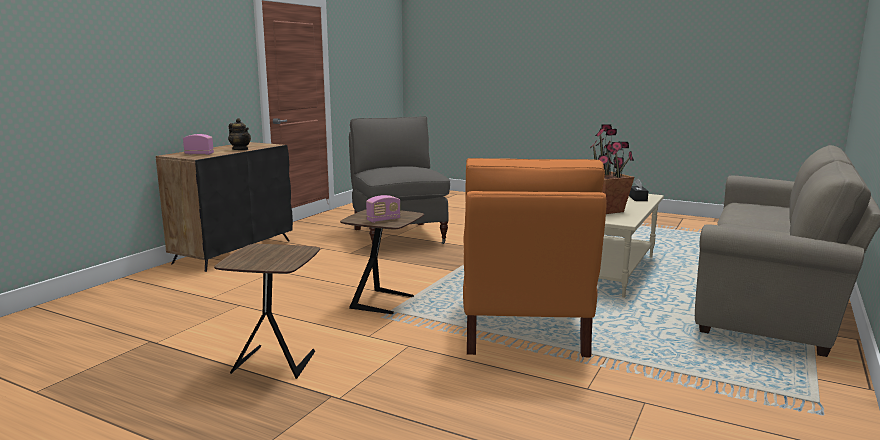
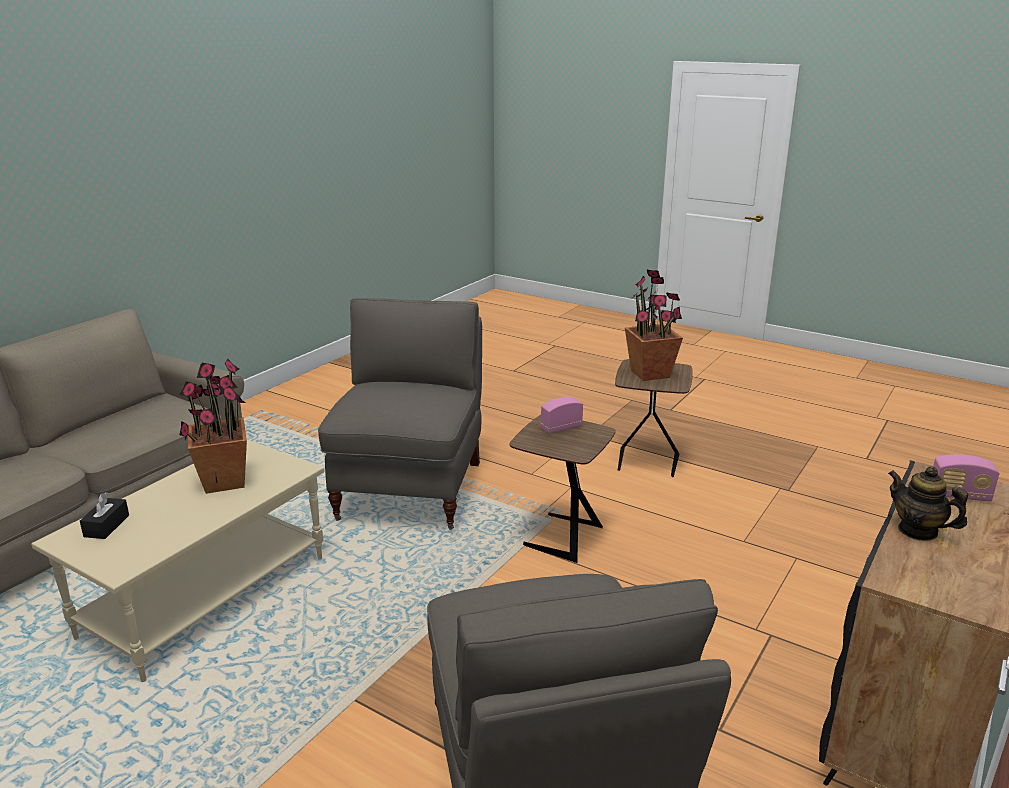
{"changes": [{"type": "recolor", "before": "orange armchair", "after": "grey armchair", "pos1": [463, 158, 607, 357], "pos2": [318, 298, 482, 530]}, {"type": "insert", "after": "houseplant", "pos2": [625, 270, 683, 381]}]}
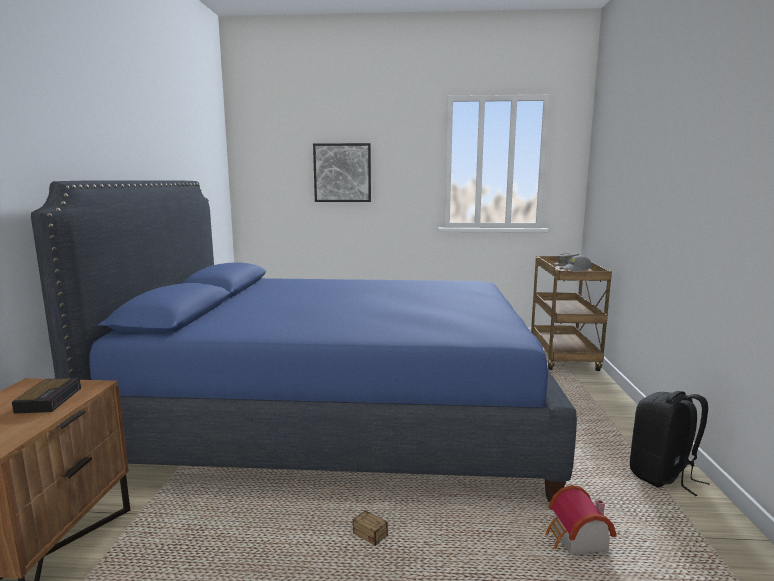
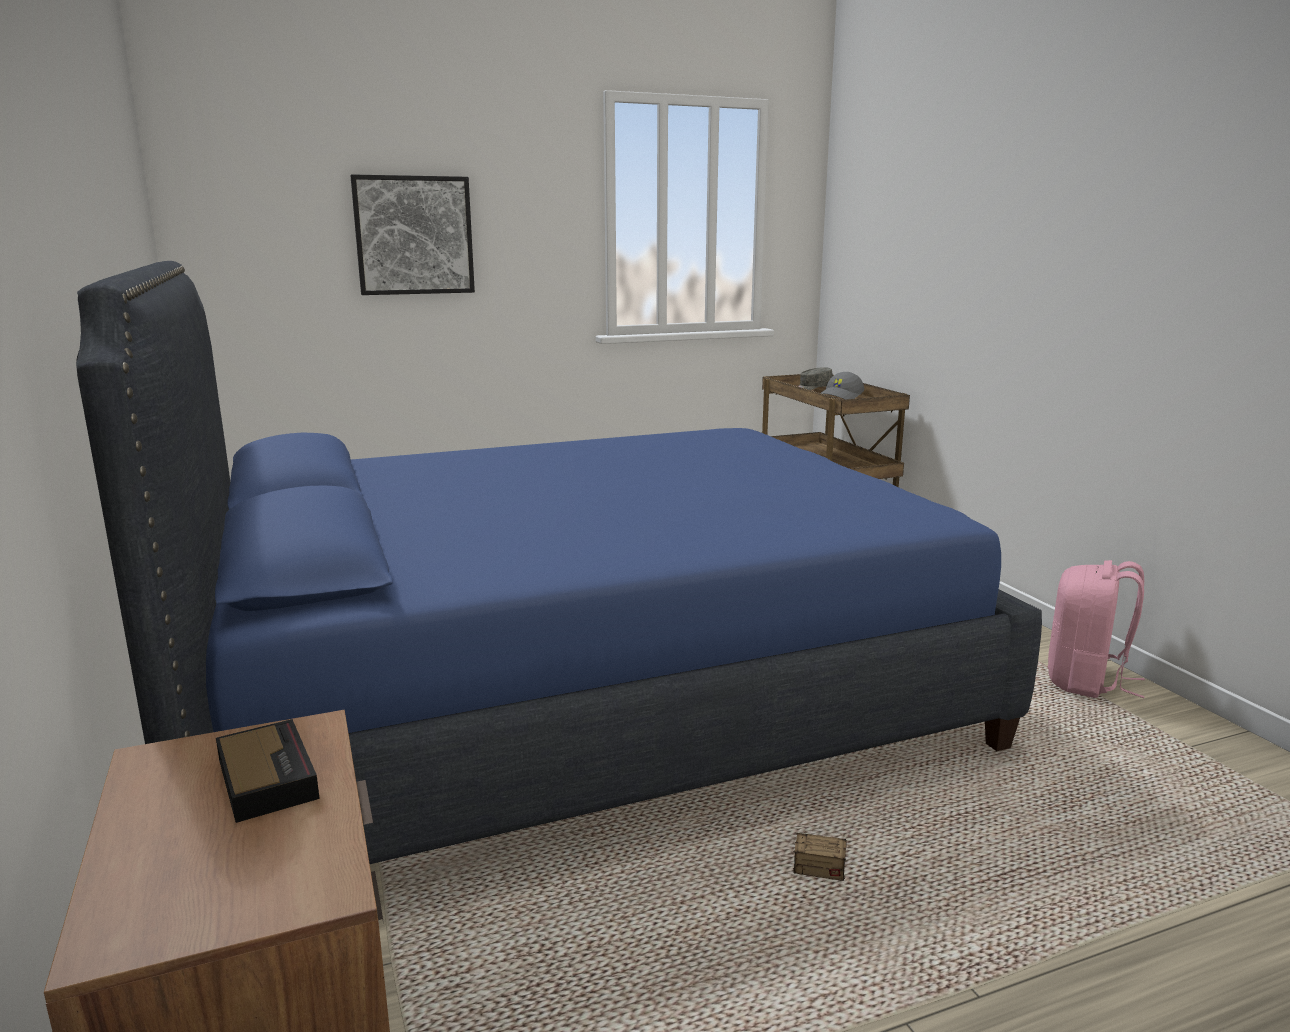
{"changes": [{"type": "recolor", "before": "blackish rucksack", "after": "pinkish rucksack", "pos1": [630, 391, 710, 496], "pos2": [1048, 560, 1145, 698]}, {"type": "delete", "before": "miniature house", "pos1": [545, 485, 616, 554]}]}
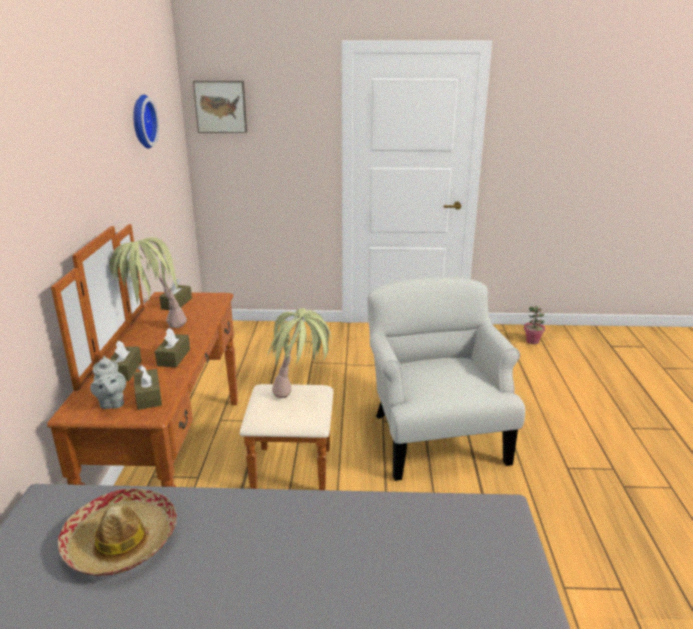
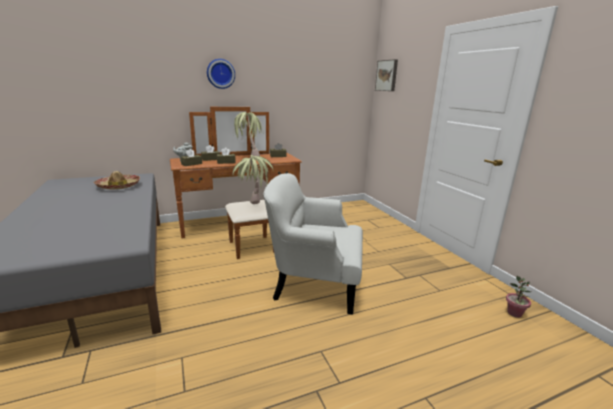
{"changes": [{"type": "move", "before": "clock on the wall", "pos1": [133, 95, 159, 149], "pos2": [207, 59, 235, 89]}, {"type": "rotate", "before": "white armchair", "pos1": [367, 277, 525, 481], "pos2": [263, 173, 363, 314], "turn": -135}]}
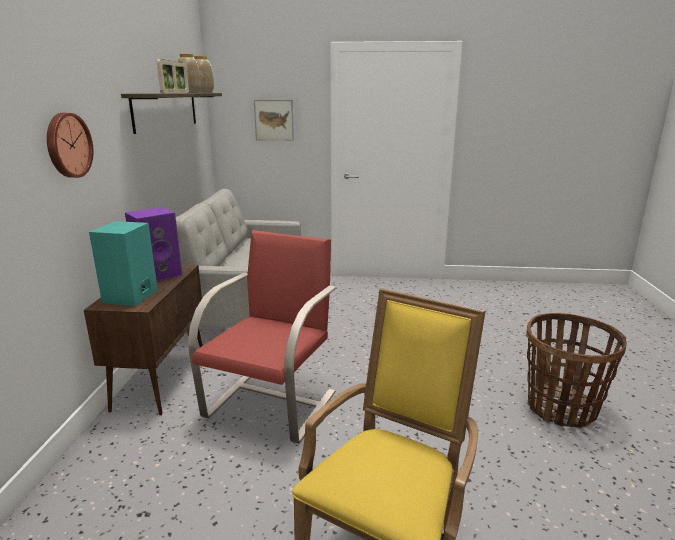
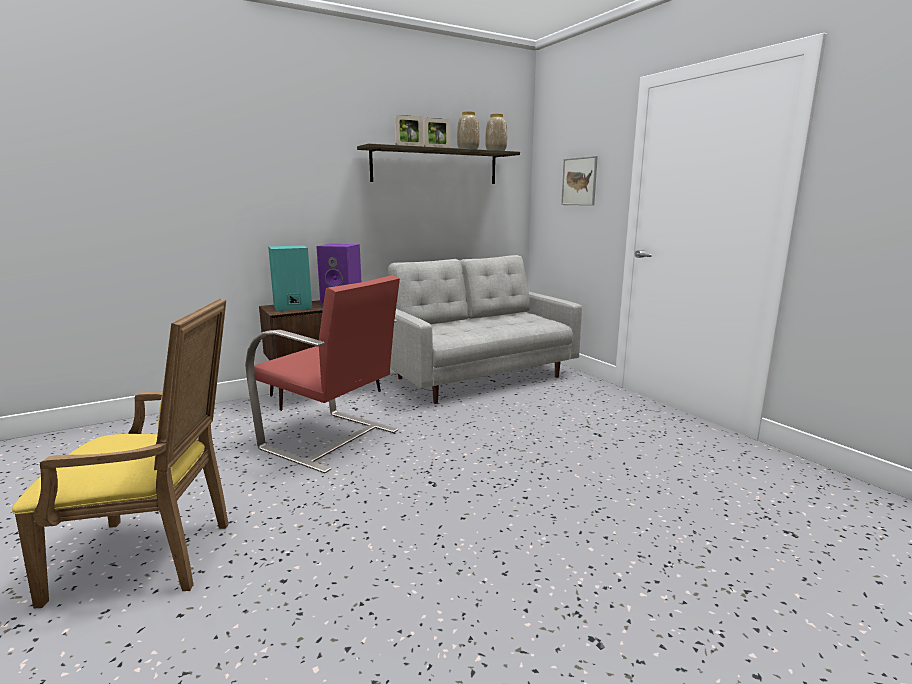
{"changes": [{"type": "rotate", "before": "reddish armchair", "pos1": [188, 230, 337, 444], "pos2": [245, 275, 400, 473], "turn": 45}, {"type": "delete", "before": "clock on the wall", "pos1": [47, 113, 93, 178]}, {"type": "delete", "before": "basket", "pos1": [526, 313, 627, 428]}]}
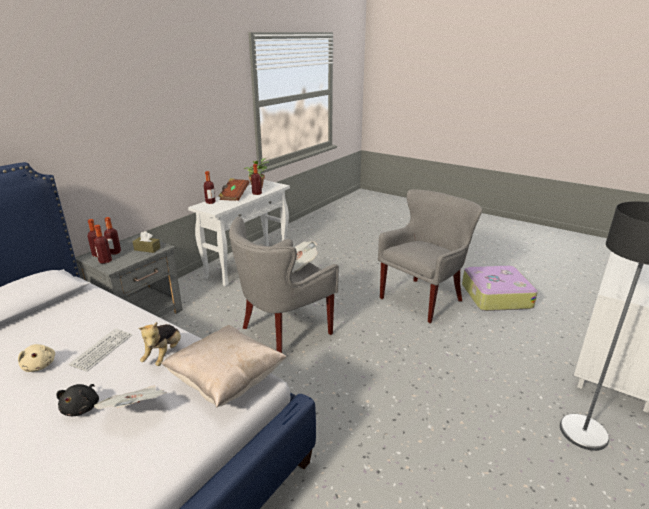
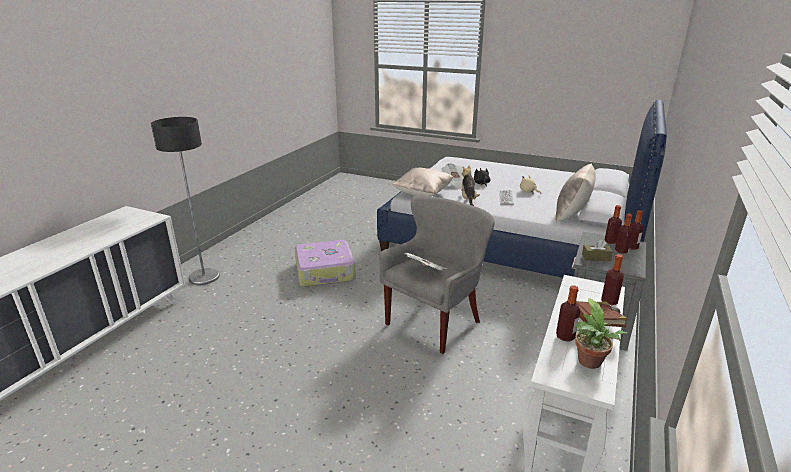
{"changes": [{"type": "move", "before": "travel case", "pos1": [462, 266, 538, 311], "pos2": [295, 240, 356, 287]}, {"type": "insert", "after": "beige-coloured throw pillow", "pos2": [556, 163, 596, 222]}, {"type": "delete", "before": "grey armchair", "pos1": [378, 189, 482, 323]}]}
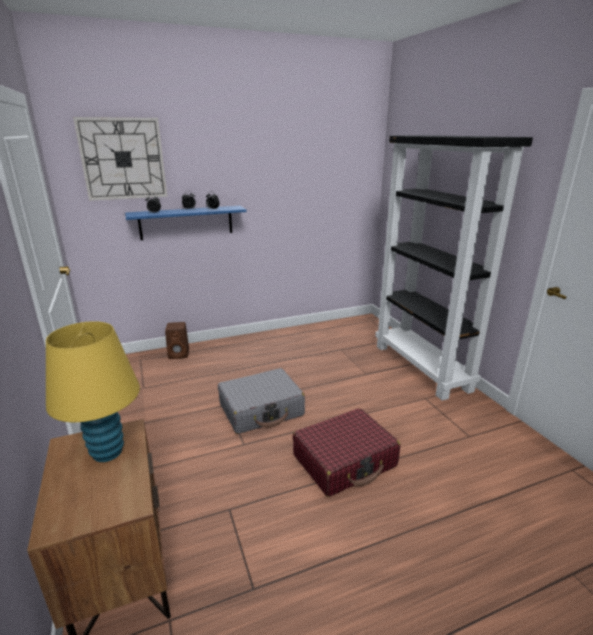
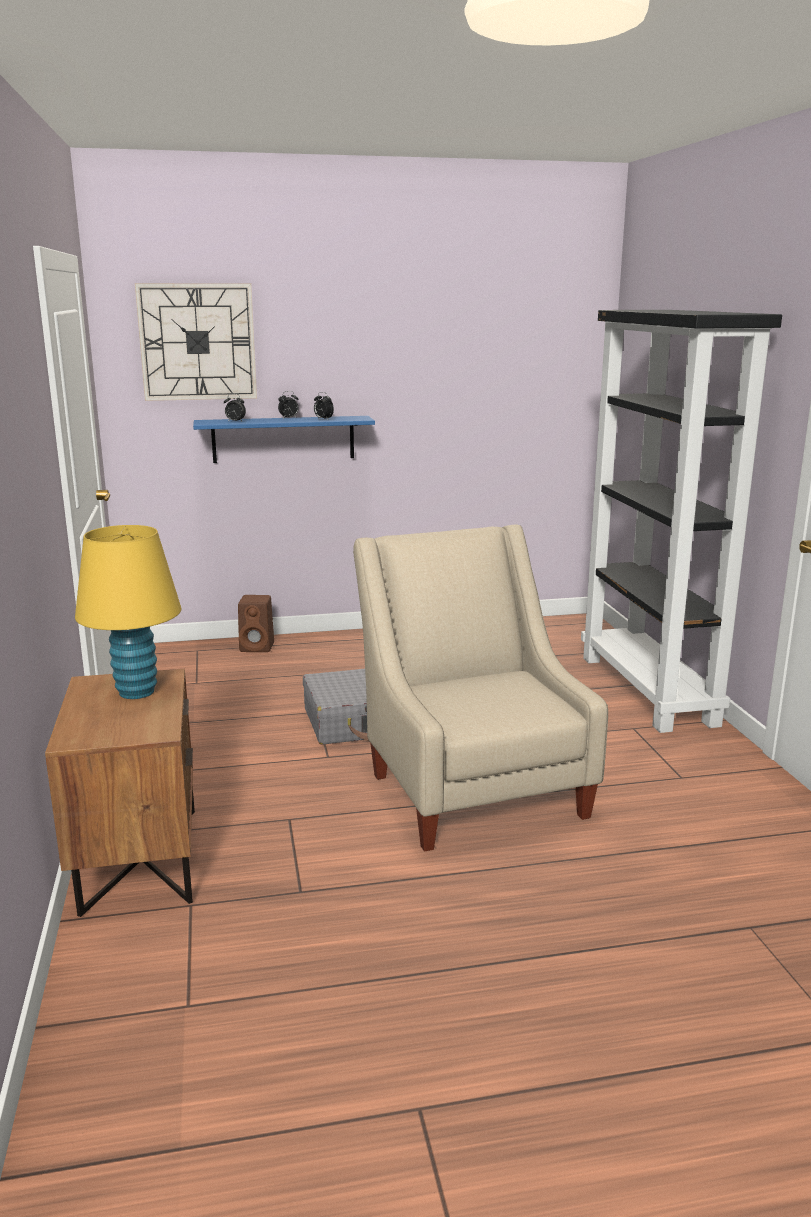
{"changes": [{"type": "replace", "before": "reddish travel case", "after": "beige-coloured armchair", "pos1": [293, 408, 400, 497], "pos2": [353, 524, 608, 852]}]}
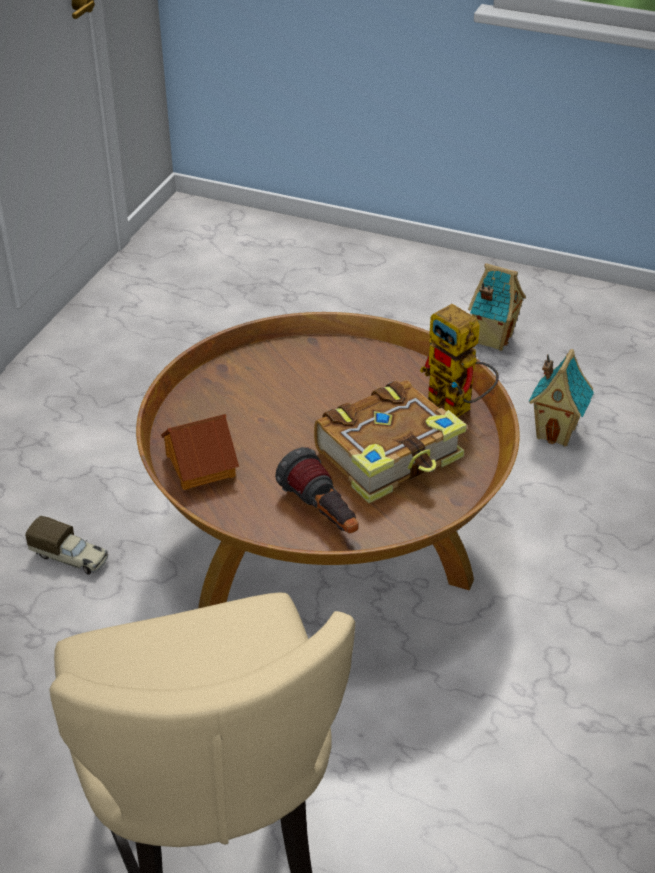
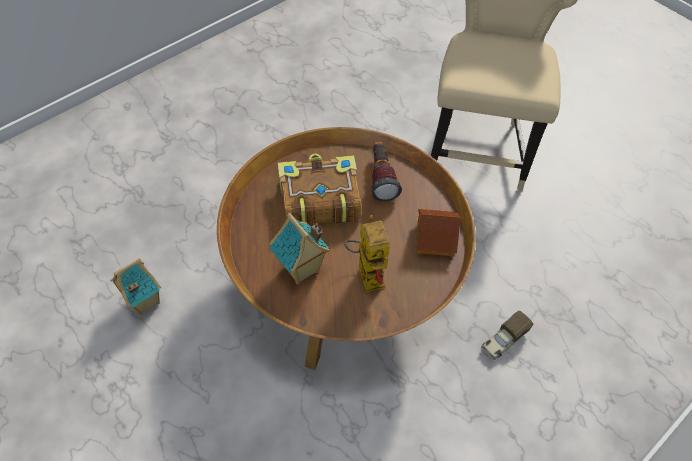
{"changes": [{"type": "move", "before": "miniature house", "pos1": [468, 263, 526, 351], "pos2": [270, 213, 330, 285]}, {"type": "move", "before": "model robot", "pos1": [420, 304, 499, 417], "pos2": [344, 215, 389, 292]}, {"type": "rotate", "before": "toy truck", "pos1": [25, 516, 109, 575], "pos2": [481, 311, 533, 360], "turn": -90}]}
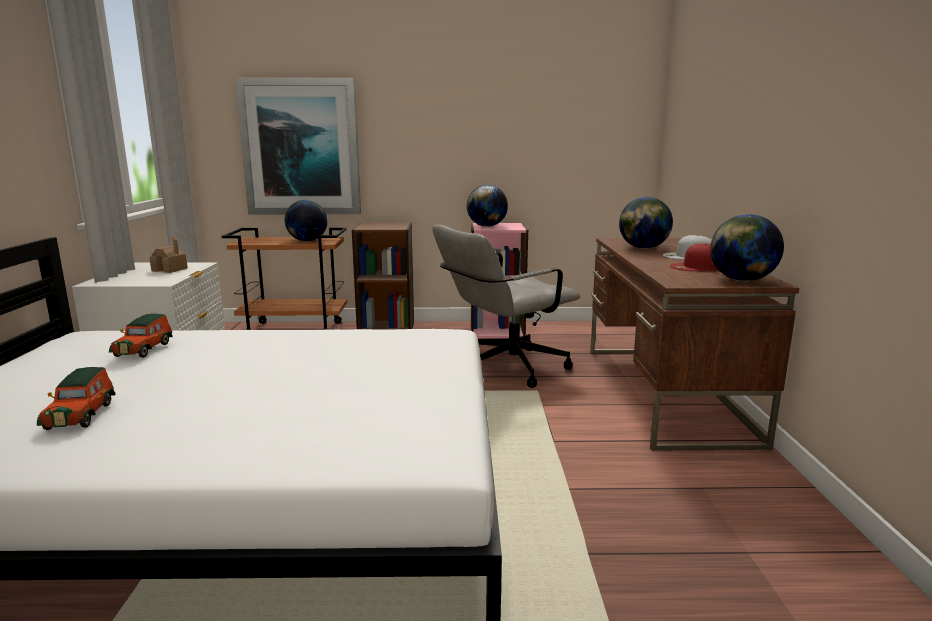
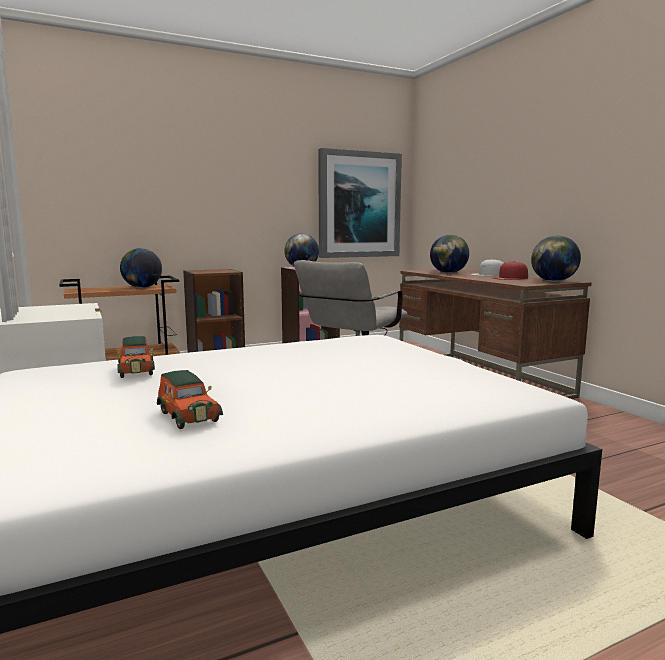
{"changes": [{"type": "move", "before": "wall art", "pos1": [235, 78, 361, 214], "pos2": [318, 148, 402, 258]}, {"type": "delete", "before": "miniature house", "pos1": [149, 235, 188, 273]}]}
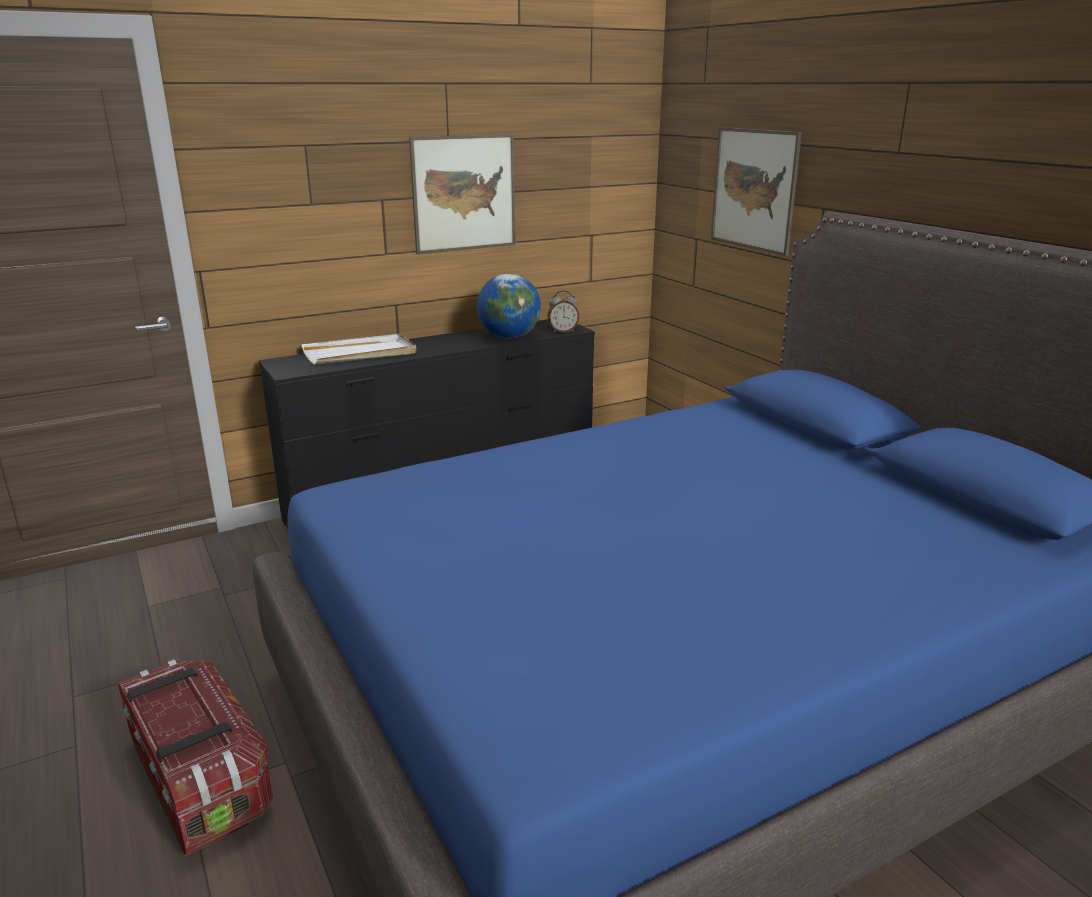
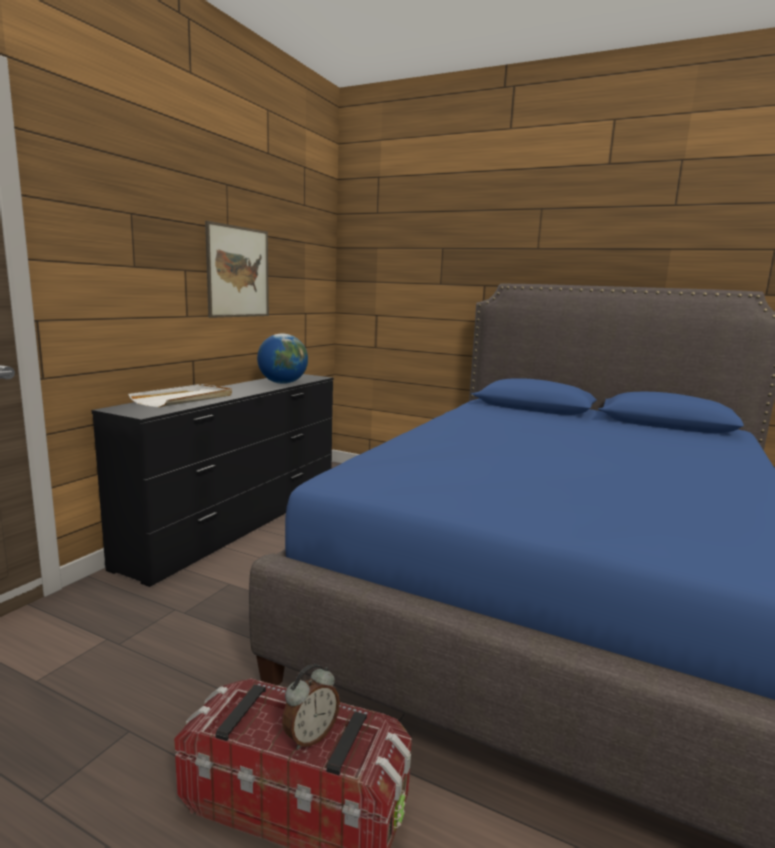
{"changes": [{"type": "move", "before": "alarm clock", "pos1": [547, 290, 579, 332], "pos2": [282, 664, 340, 750]}, {"type": "delete", "before": "wall art", "pos1": [711, 127, 802, 256]}]}
